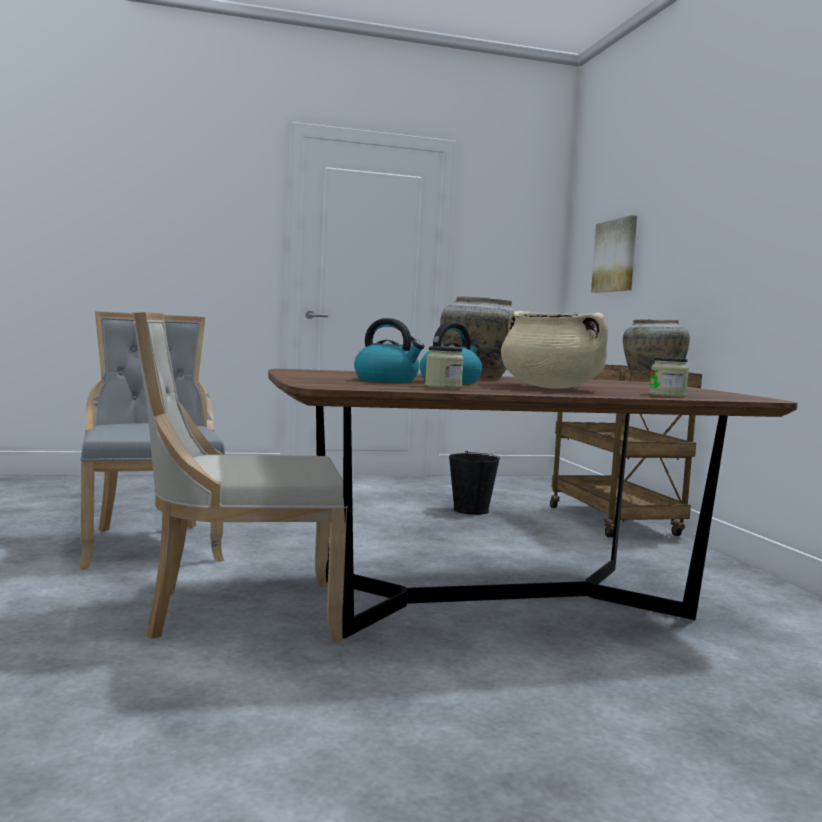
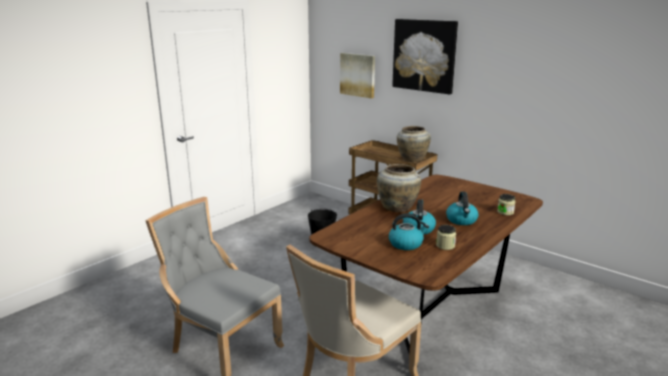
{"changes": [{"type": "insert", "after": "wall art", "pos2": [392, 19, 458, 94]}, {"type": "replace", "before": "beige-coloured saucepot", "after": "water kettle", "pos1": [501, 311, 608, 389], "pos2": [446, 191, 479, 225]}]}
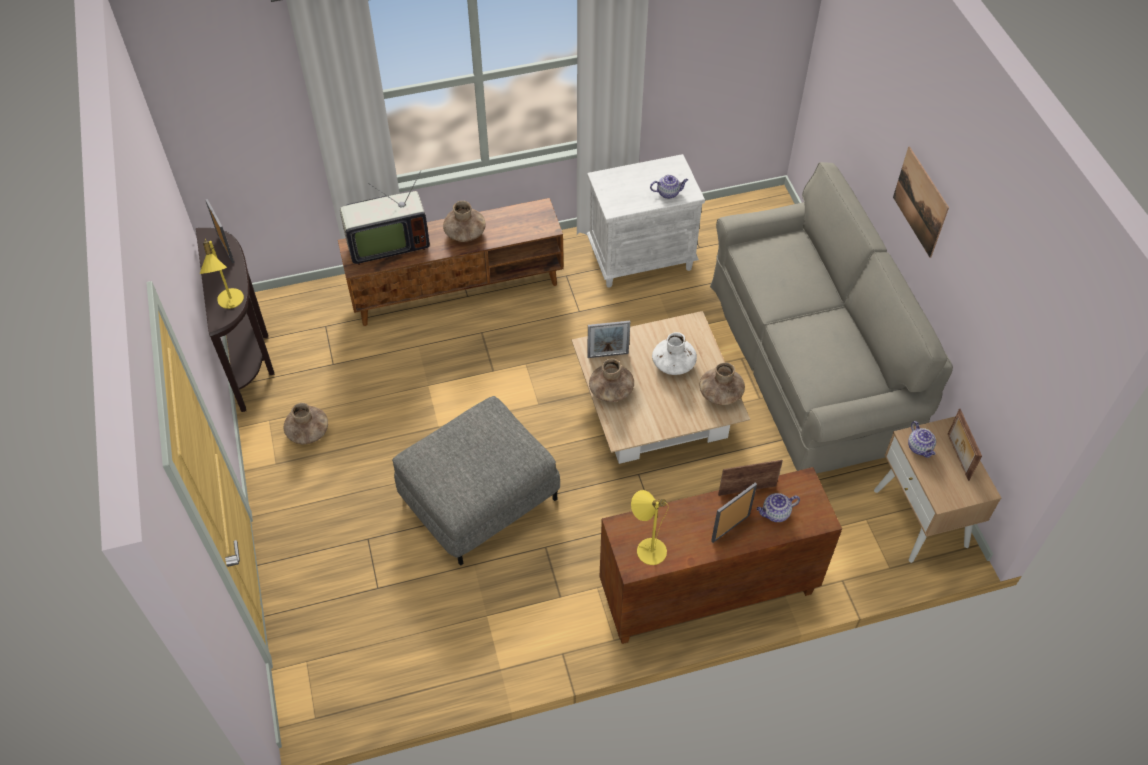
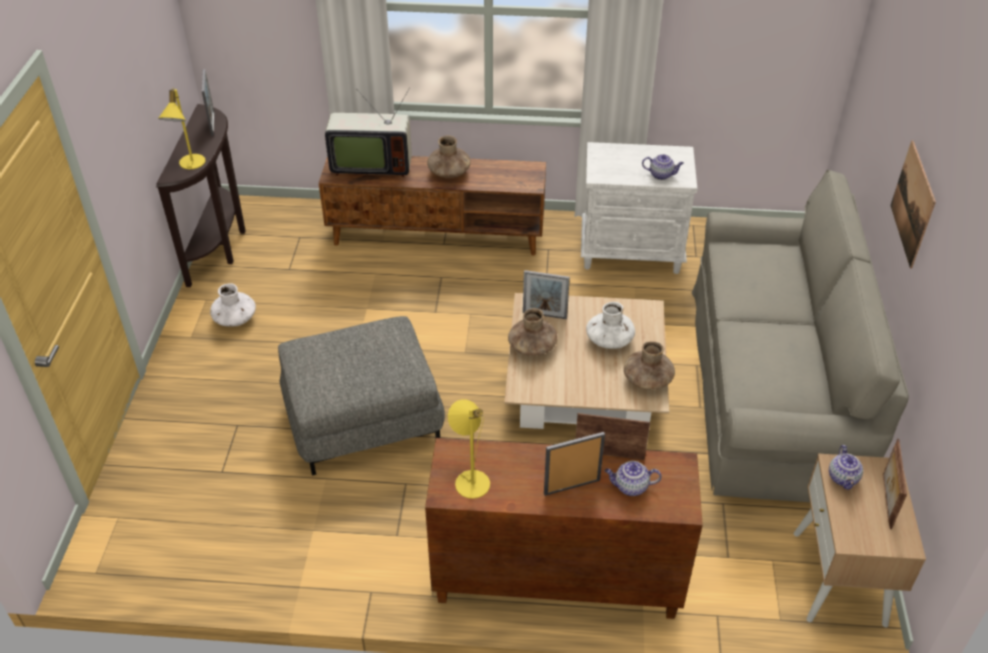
{"changes": [{"type": "recolor", "before": "brown flower vase", "after": "white flower vase", "pos1": [284, 403, 328, 444], "pos2": [210, 283, 256, 327]}]}
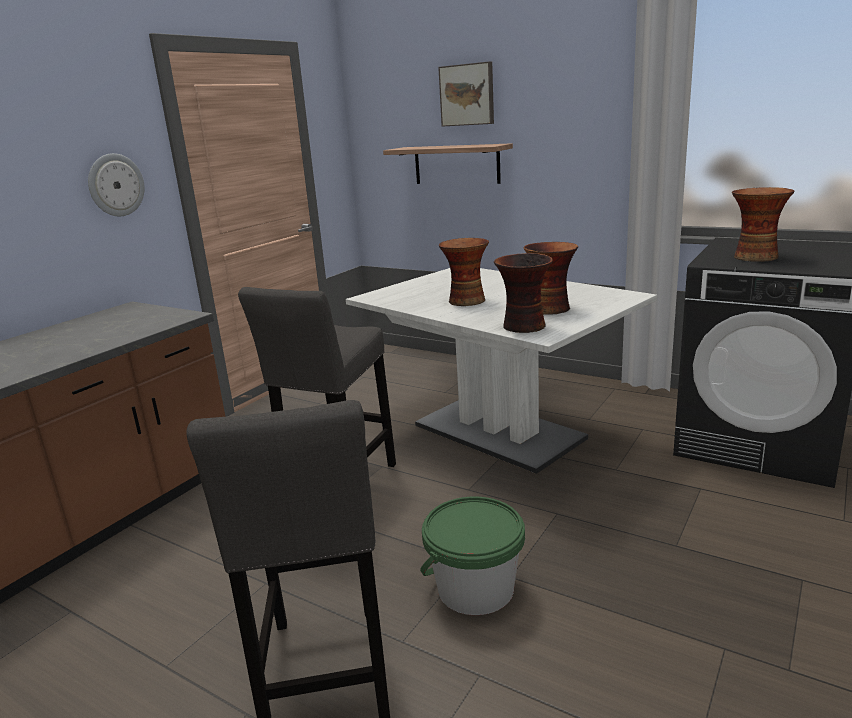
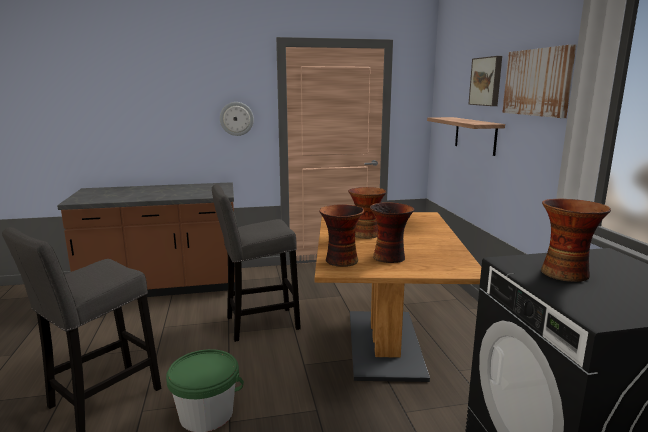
{"changes": [{"type": "recolor", "before": "white kitchen table", "after": "brown kitchen table", "pos1": [346, 268, 657, 474], "pos2": [315, 212, 481, 382]}, {"type": "insert", "after": "wall art", "pos2": [502, 44, 576, 118]}]}
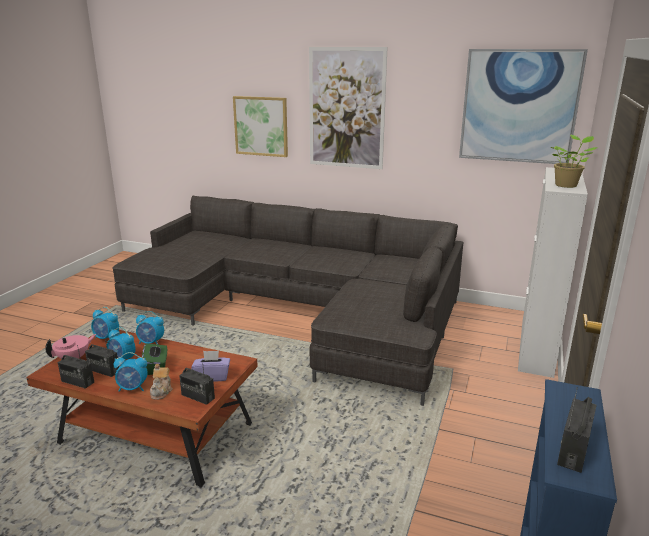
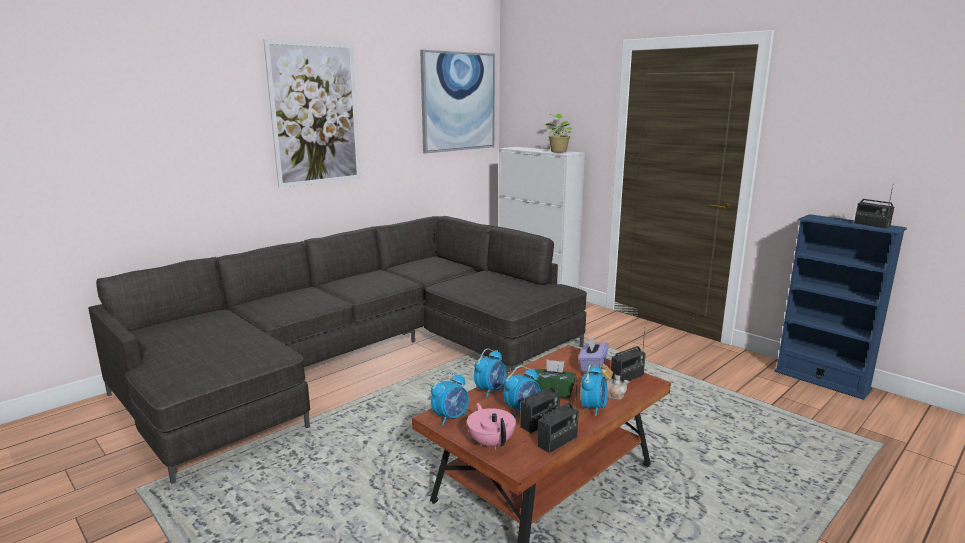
{"changes": [{"type": "delete", "before": "wall art", "pos1": [233, 96, 288, 157]}]}
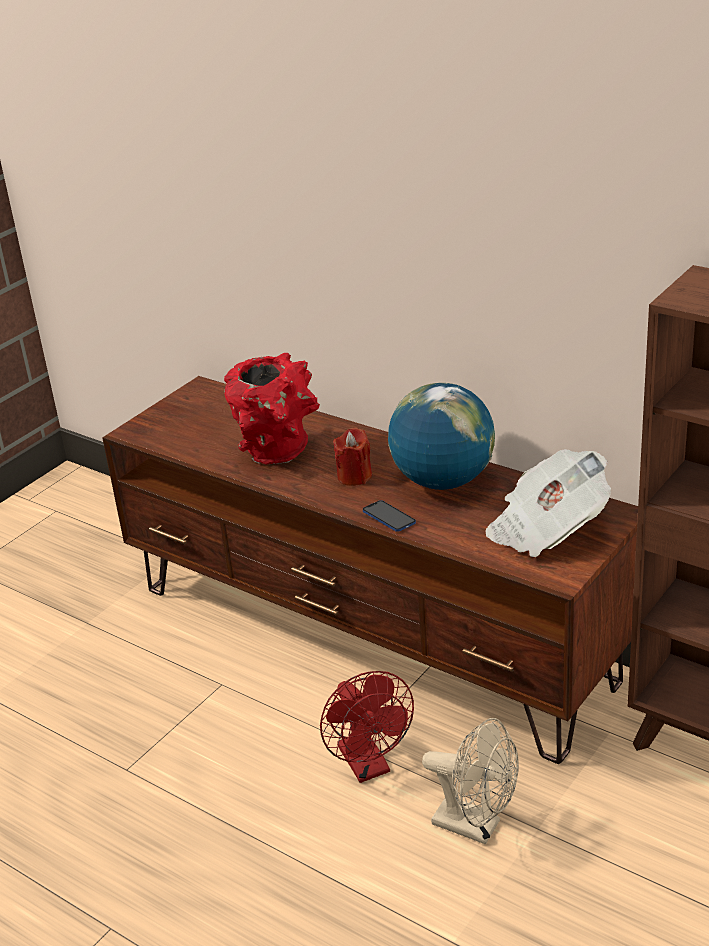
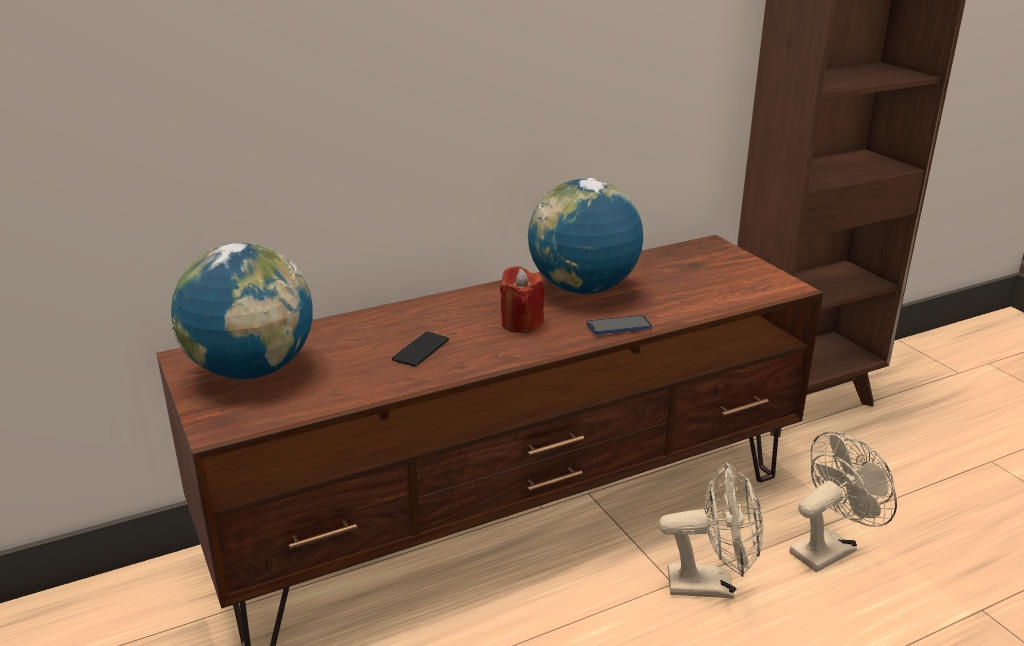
{"changes": [{"type": "insert", "after": "world globe", "pos2": [171, 243, 313, 379]}, {"type": "replace", "before": "reddish flower vase", "after": "telephone", "pos1": [224, 353, 320, 464], "pos2": [392, 332, 449, 366]}, {"type": "recolor", "before": "reddish cooling fan", "after": "beige-coloured cooling fan", "pos1": [320, 671, 414, 783], "pos2": [659, 462, 763, 599]}, {"type": "delete", "before": "daily paper", "pos1": [485, 449, 611, 557]}]}
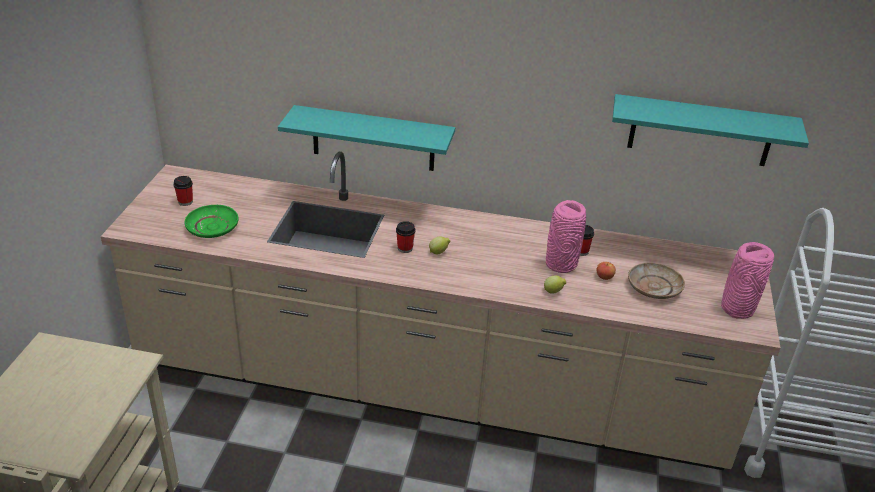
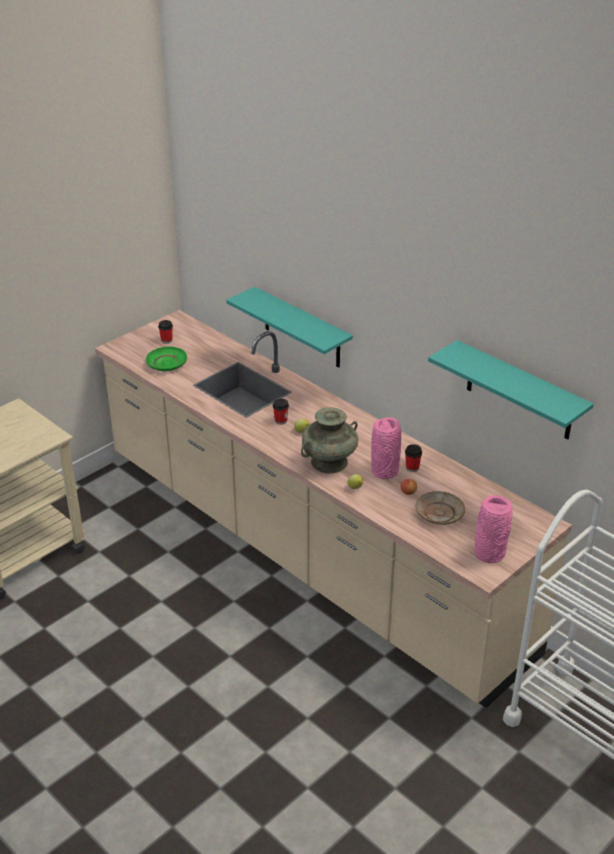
{"changes": [{"type": "insert", "after": "turquoise-coloured flower vase", "pos2": [301, 407, 359, 474]}]}
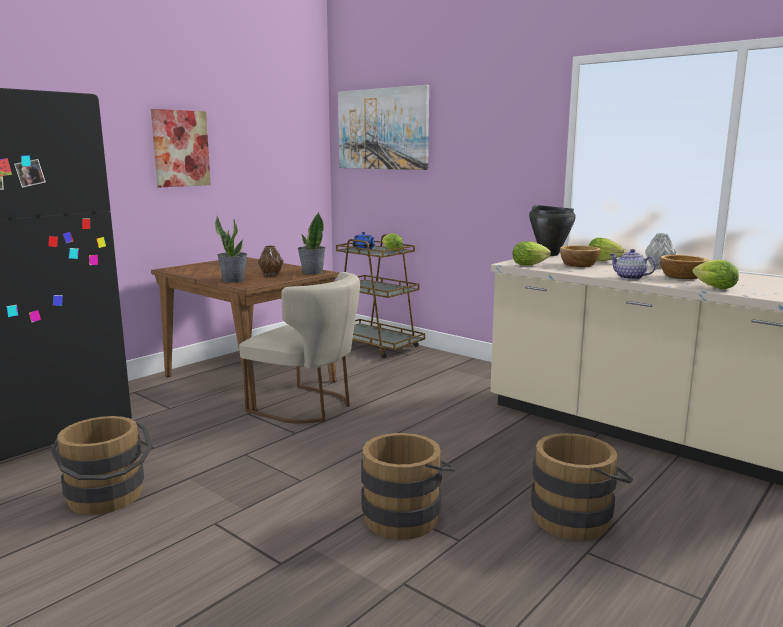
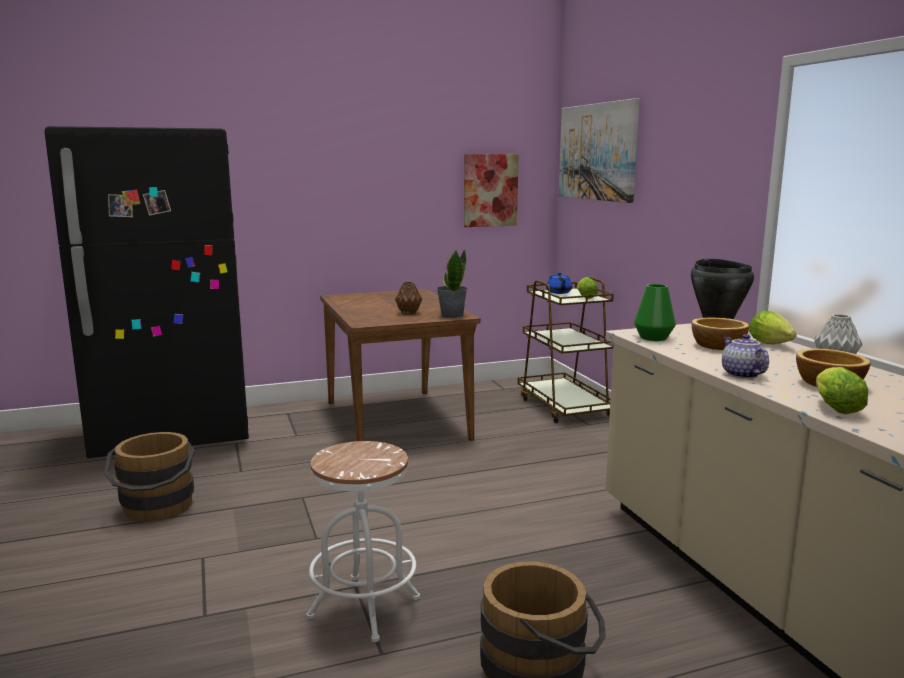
{"changes": [{"type": "replace", "before": "brown bucket", "after": "white sitting stool", "pos1": [361, 433, 455, 540], "pos2": [306, 441, 420, 642]}, {"type": "move", "before": "wall art", "pos1": [151, 109, 211, 188], "pos2": [464, 154, 518, 227]}, {"type": "replace", "before": "head of lettuce", "after": "green-coloured flower vase", "pos1": [512, 241, 551, 265], "pos2": [634, 284, 676, 341]}, {"type": "delete", "before": "houseplant", "pos1": [215, 216, 247, 283]}, {"type": "delete", "before": "beige-coloured chair", "pos1": [239, 272, 360, 424]}]}
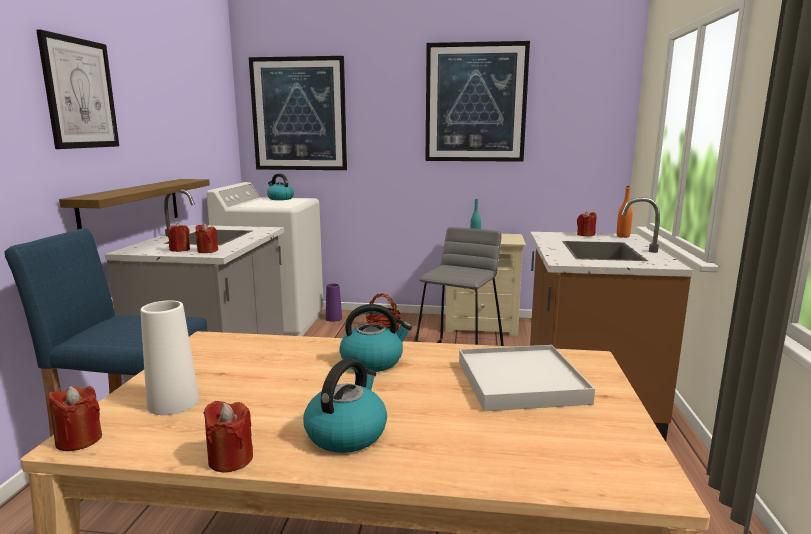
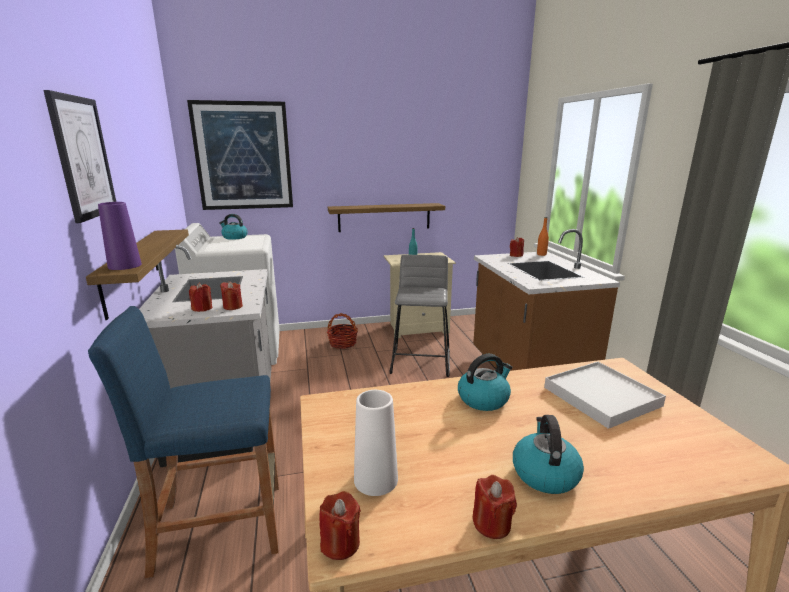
{"changes": [{"type": "move", "before": "purple flower vase", "pos1": [326, 284, 342, 322], "pos2": [98, 202, 142, 270]}, {"type": "insert", "after": "wall shelf", "pos2": [328, 203, 445, 232]}, {"type": "delete", "before": "wall art", "pos1": [426, 41, 530, 162]}]}
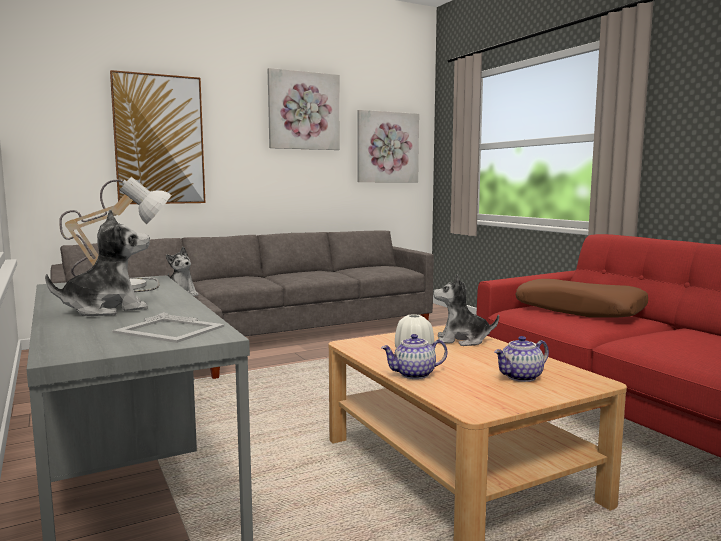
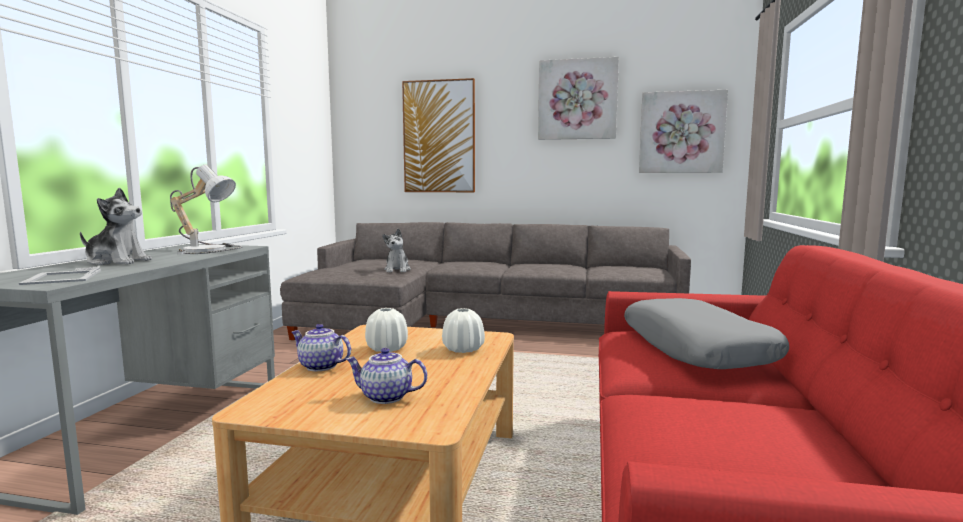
{"changes": [{"type": "replace", "before": "cuddly toy", "after": "white flower vase", "pos1": [433, 274, 499, 346], "pos2": [442, 308, 485, 353]}, {"type": "recolor", "before": "brown throw pillow", "after": "grey throw pillow", "pos1": [516, 279, 648, 318], "pos2": [624, 298, 789, 369]}]}
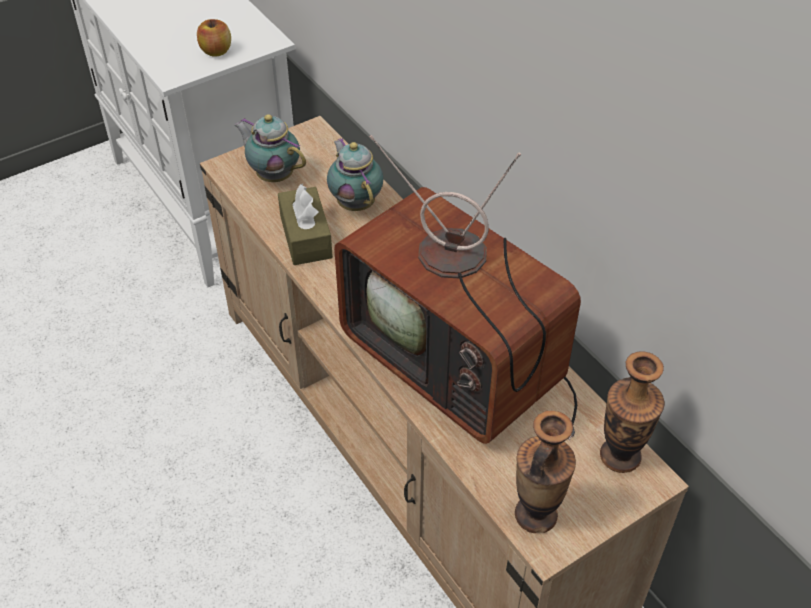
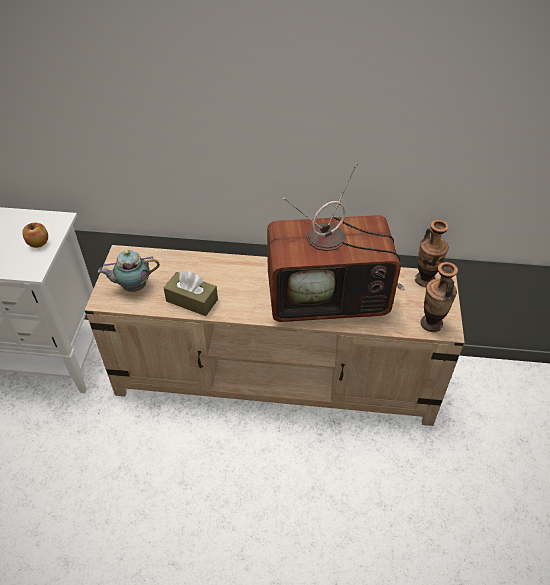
{"changes": [{"type": "delete", "before": "tea pot", "pos1": [327, 138, 384, 211]}]}
